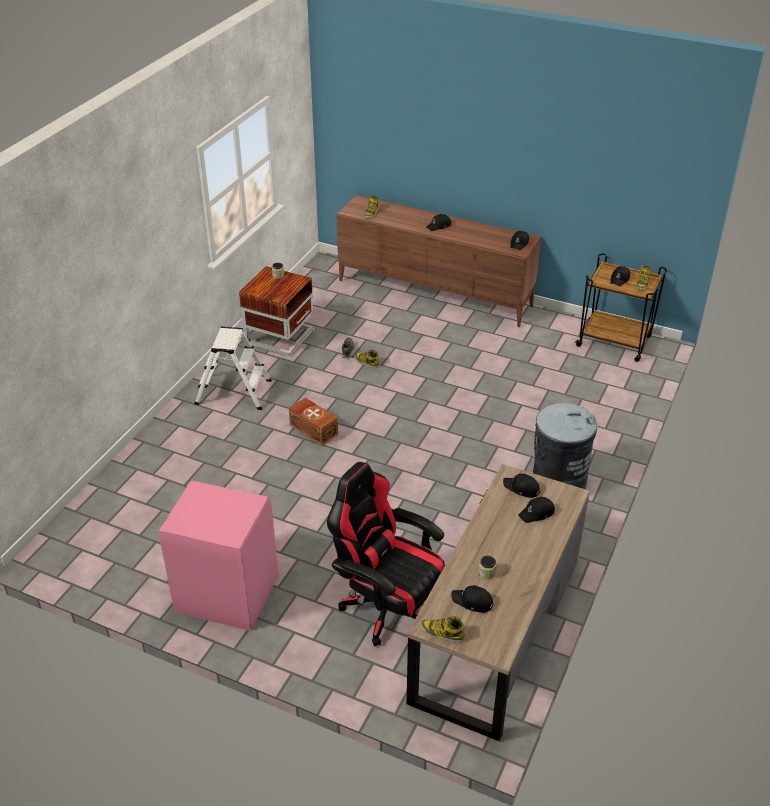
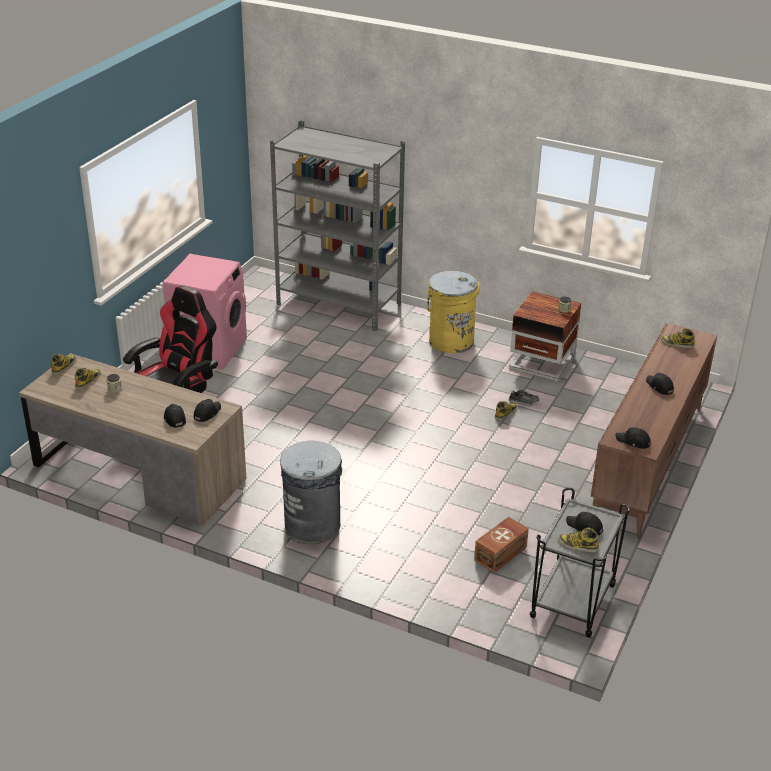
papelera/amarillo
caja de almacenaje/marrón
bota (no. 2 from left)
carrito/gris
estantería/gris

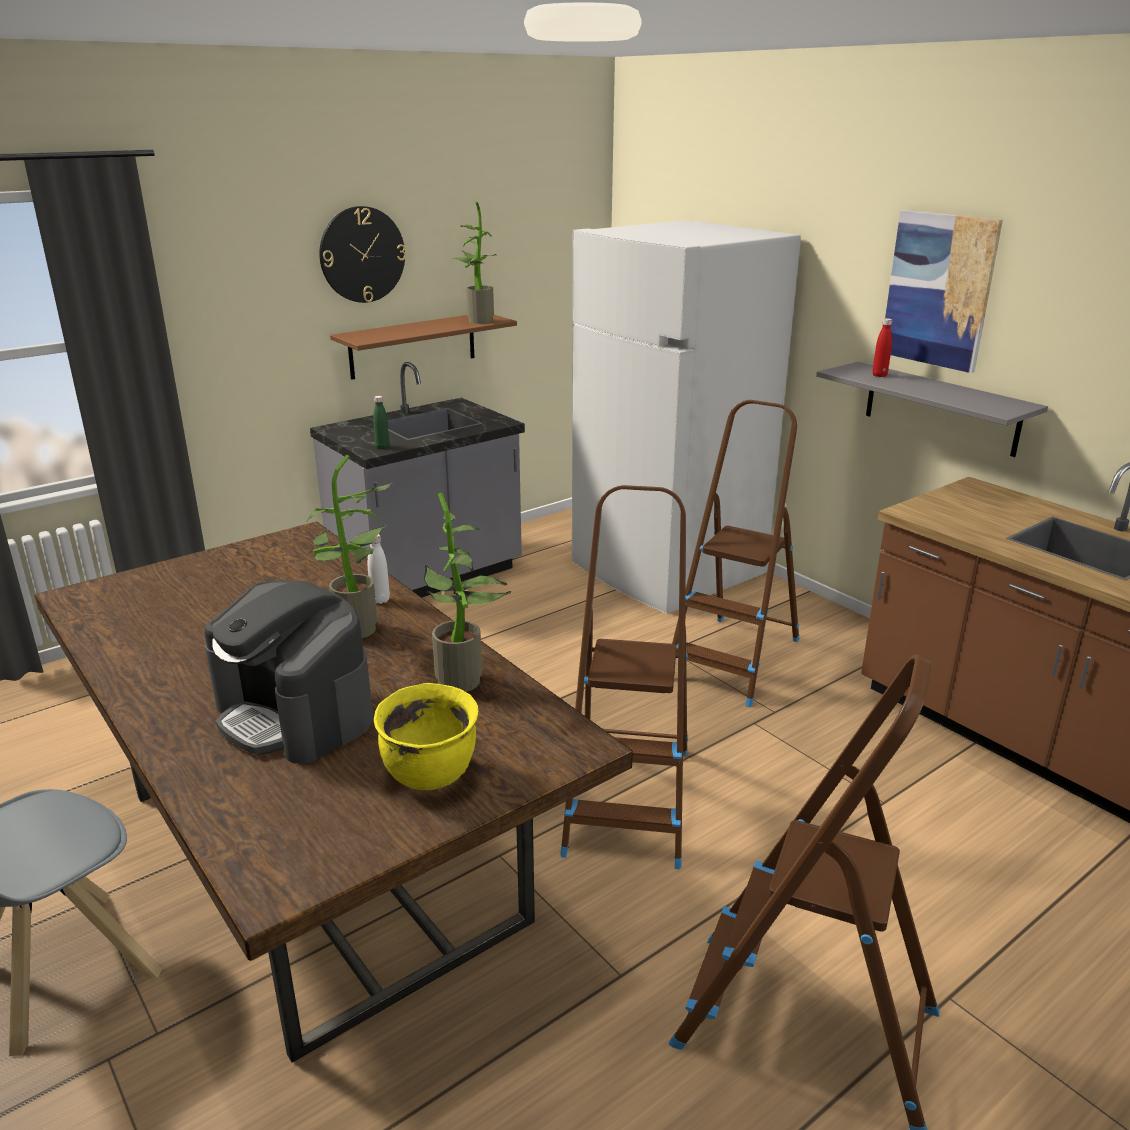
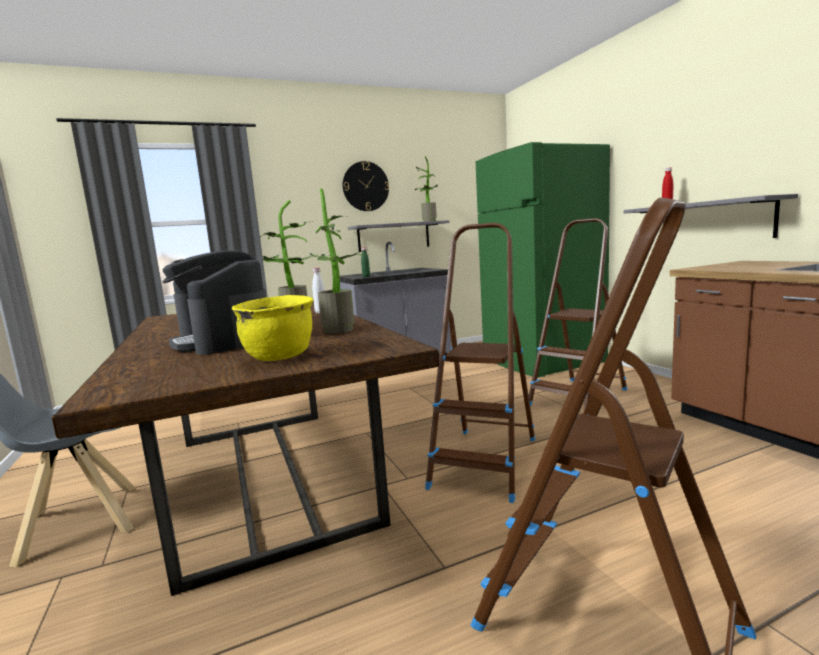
estante/gris (no. 1 from left)
nevera/verde
cuadro

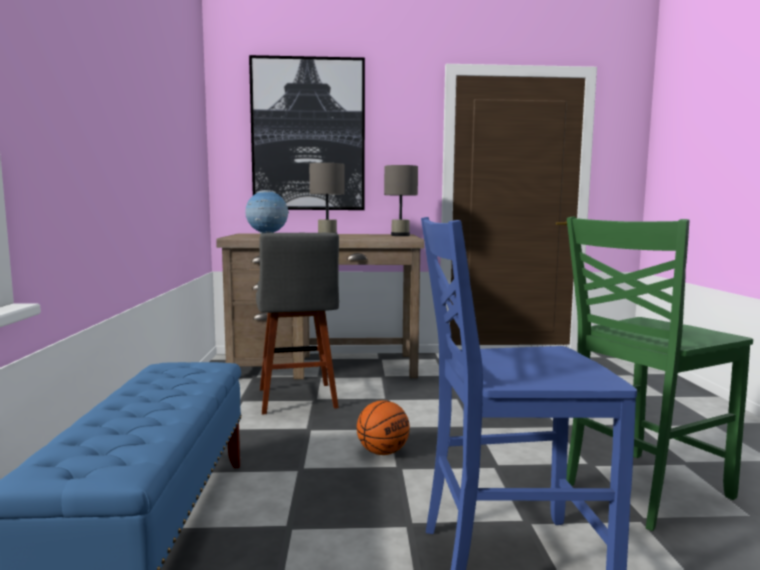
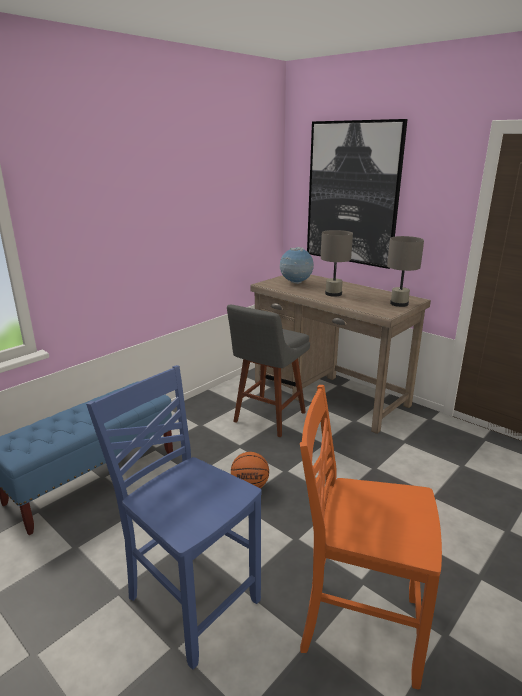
silla/naranja

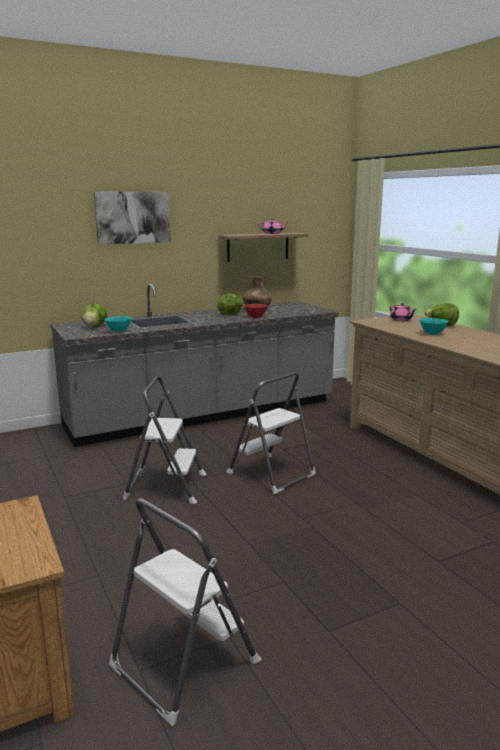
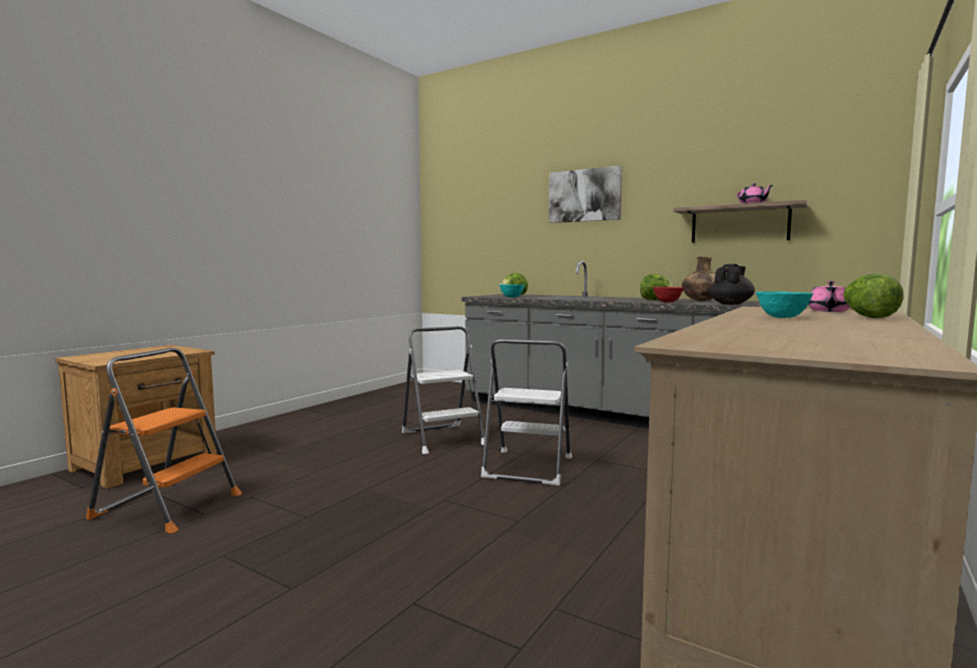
escalera de tijera/naranja
tetera/negro

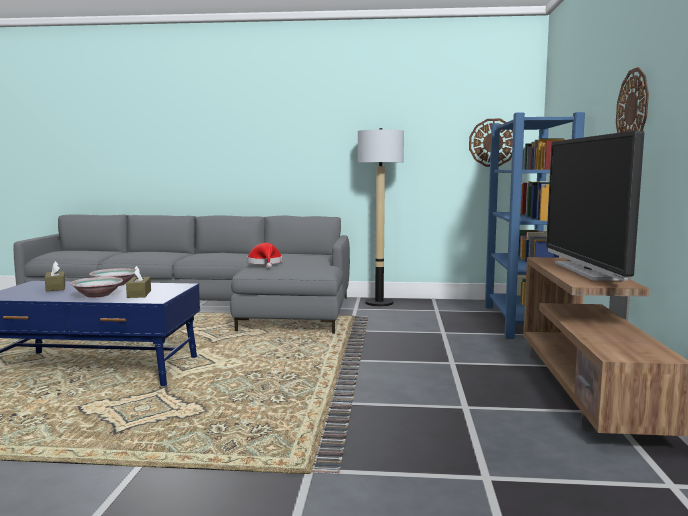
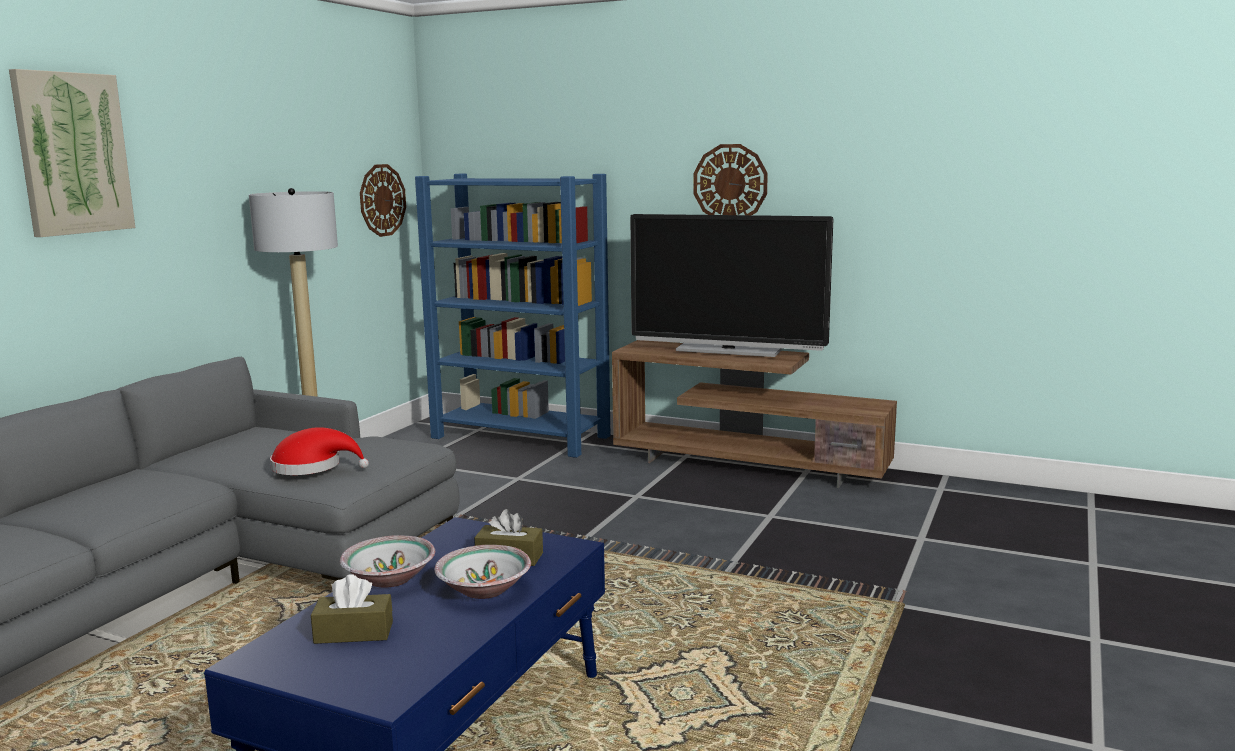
cuadro

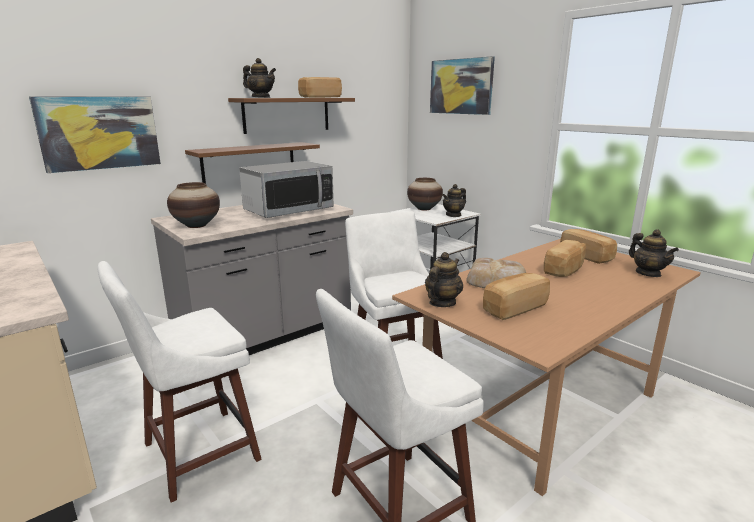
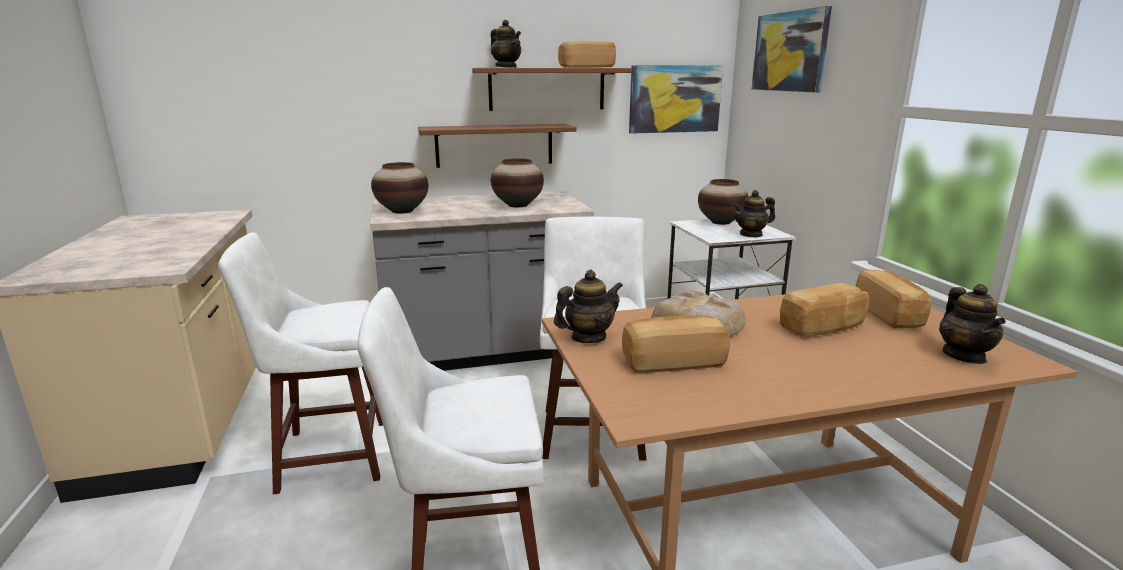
cuadro (no. 1 from left)
florero (no. 2 from left)

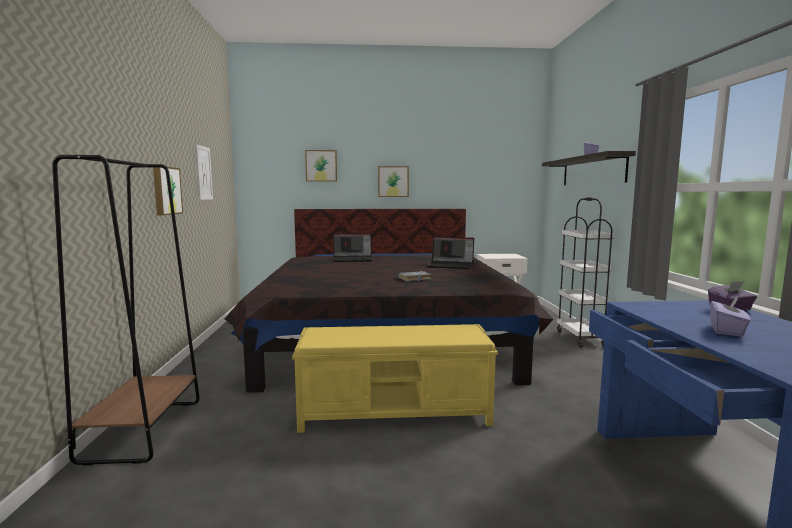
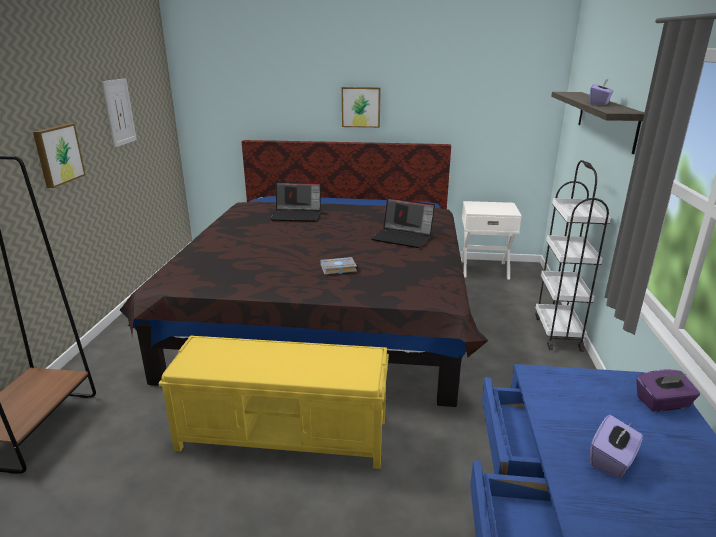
cuadro (no. 3 from left in the first image)

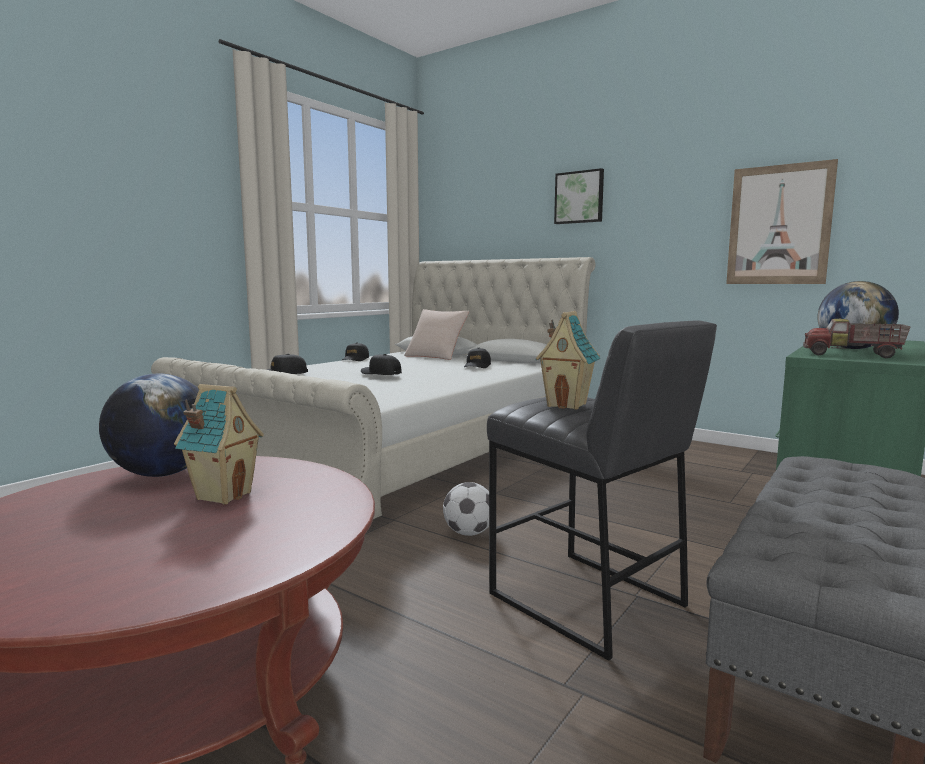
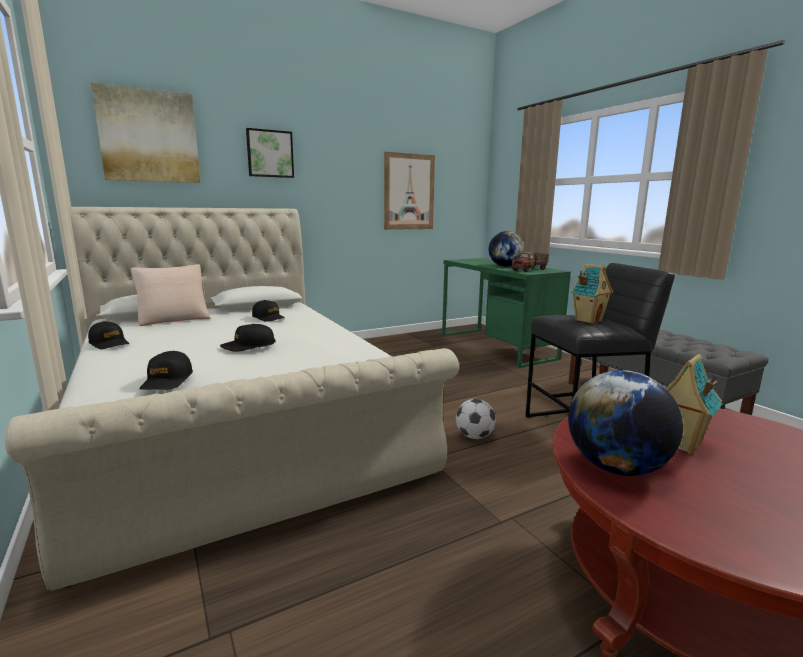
cuadro (no. 1 from left)

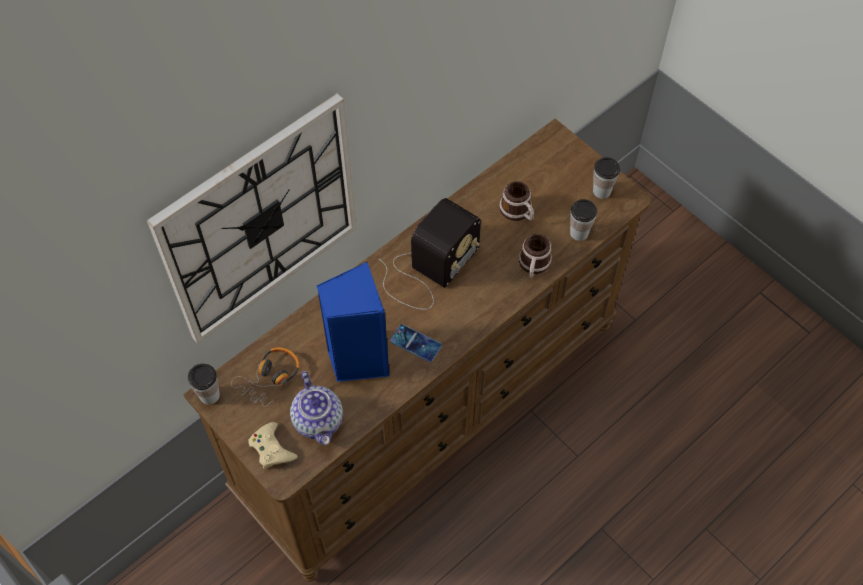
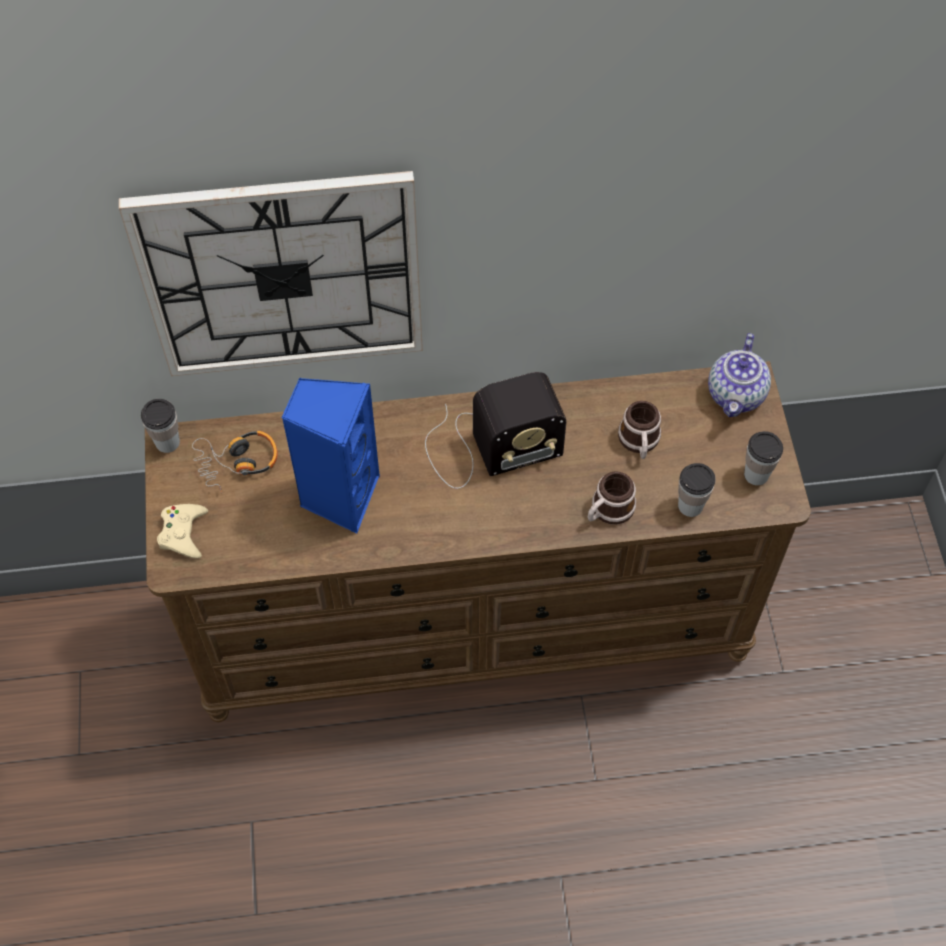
tetera
móvil

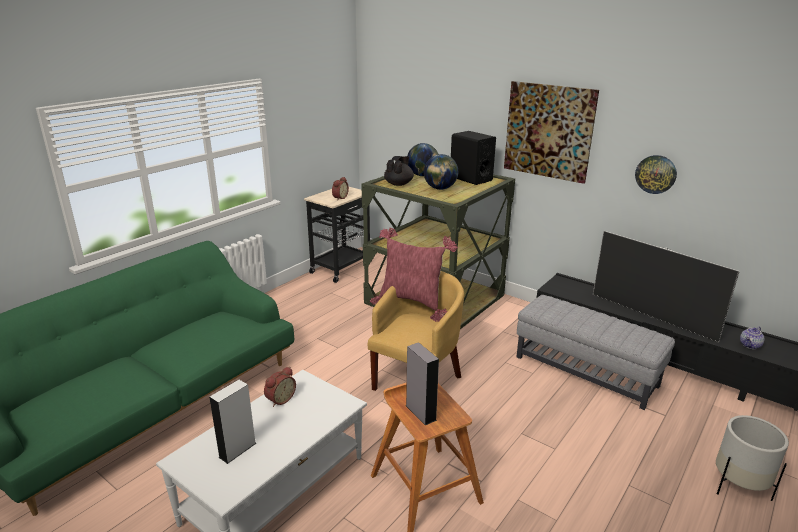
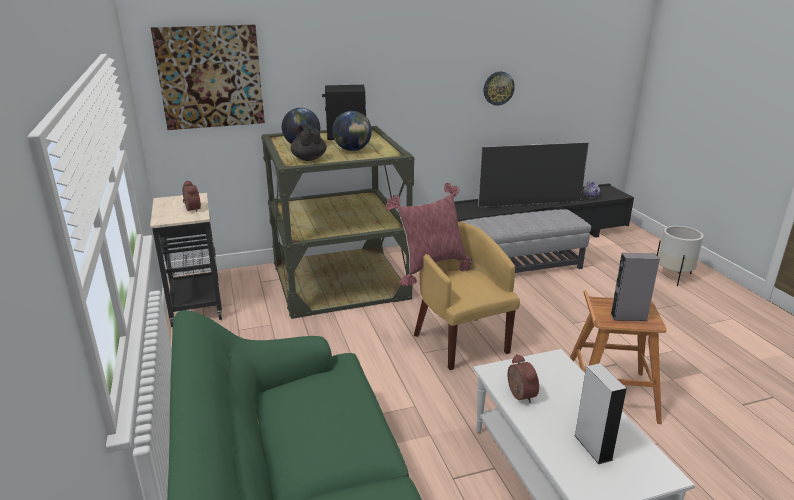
cuadro

